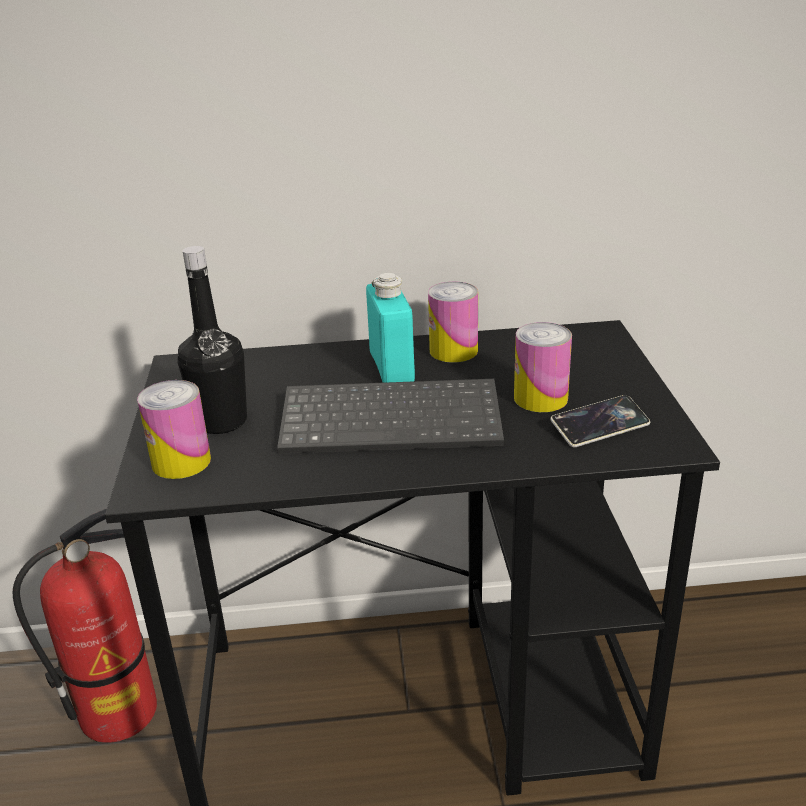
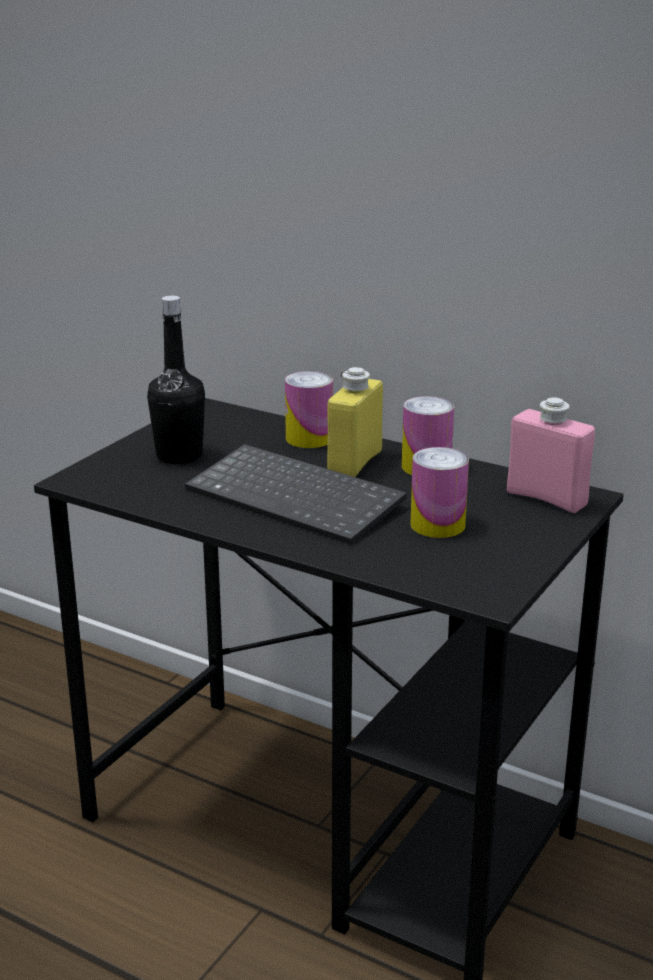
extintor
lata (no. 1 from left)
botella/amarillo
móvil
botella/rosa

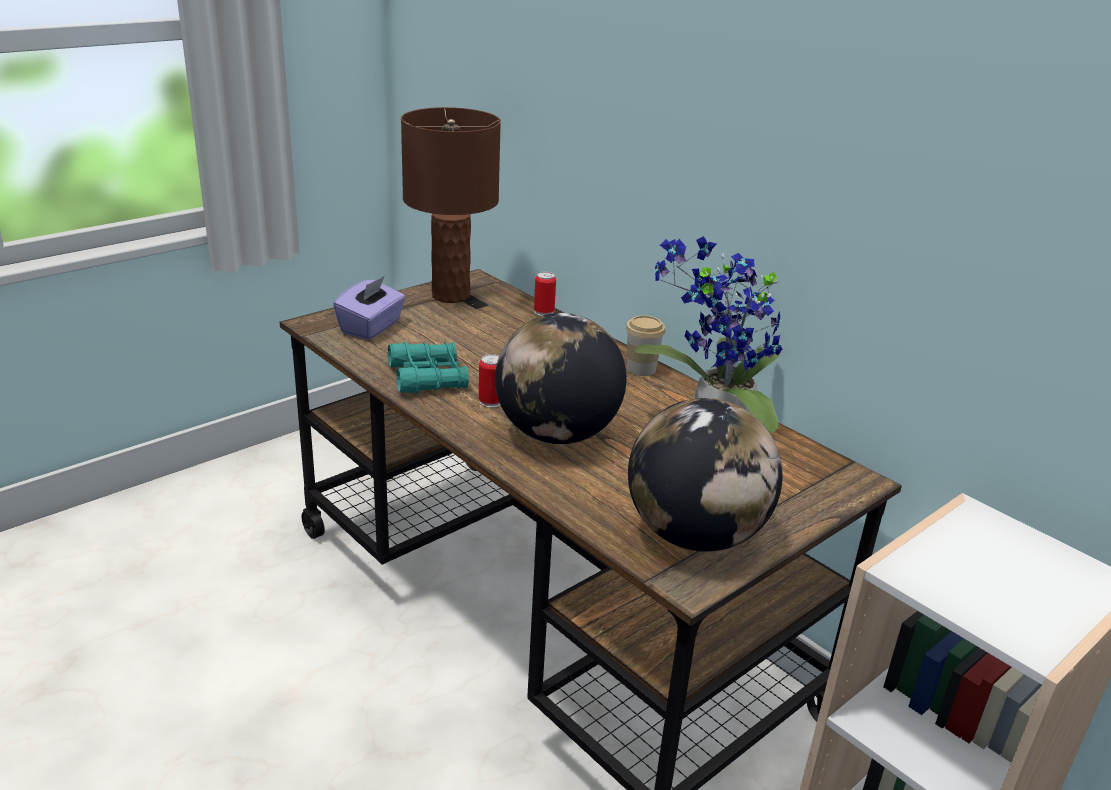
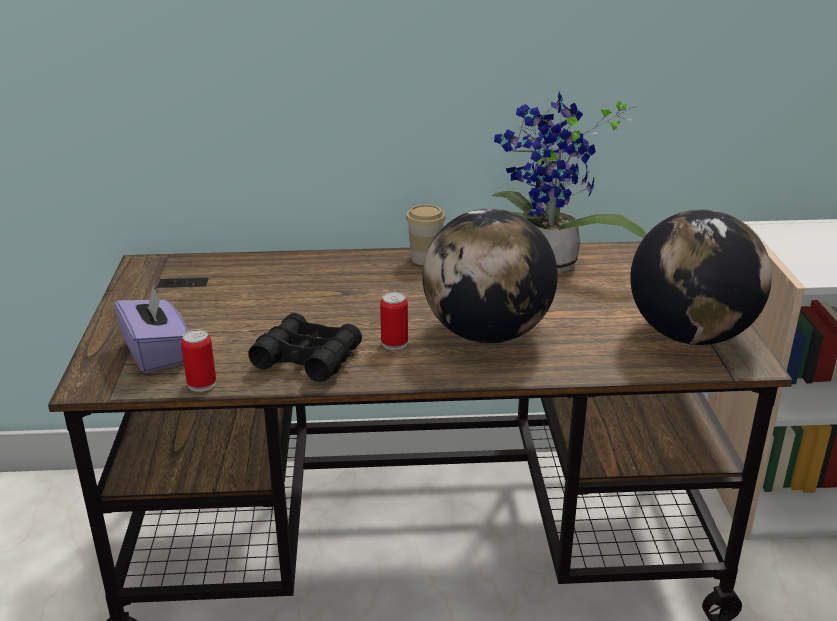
prismáticos/negro
lámpara de mesa/marrón
lata (no. 1 from left)

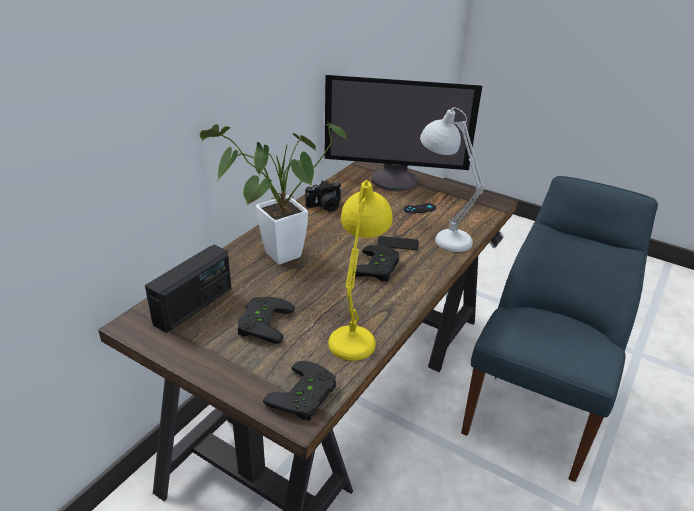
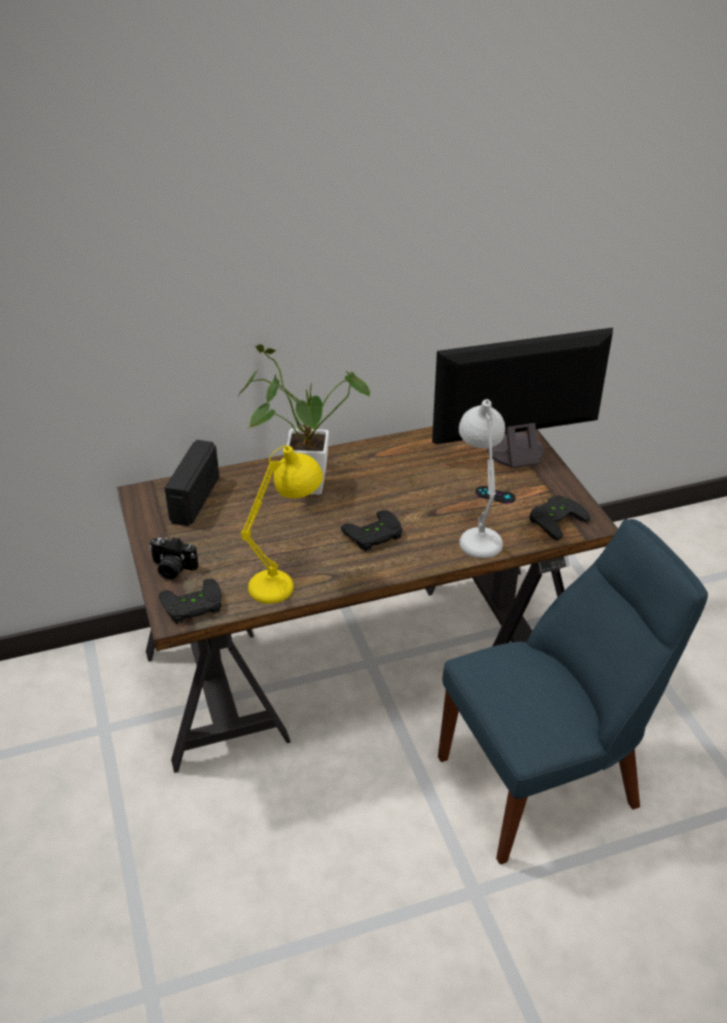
radio
mando de consola/negro (no. 4 from left)
cámara
monitor
móvil

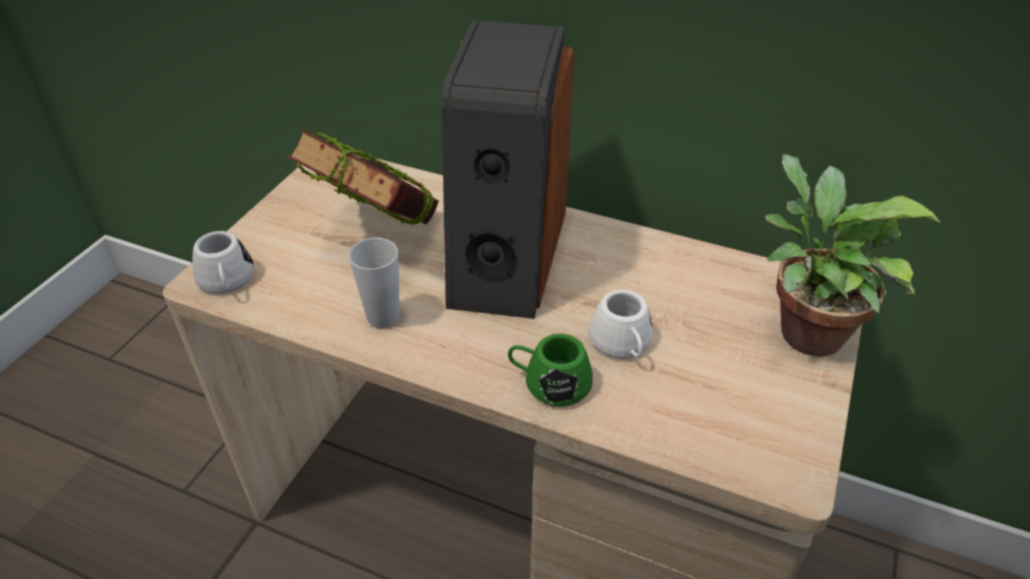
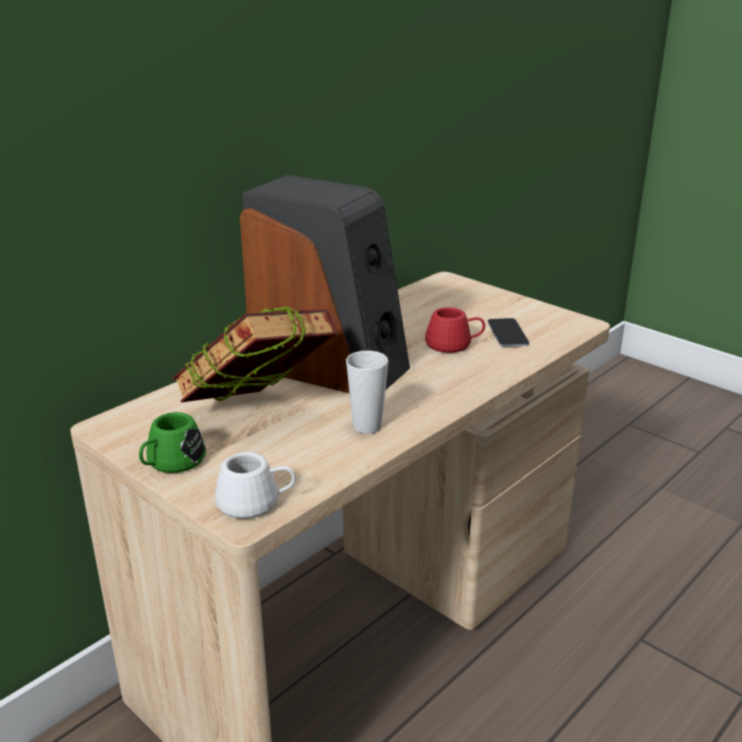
taza grande/verde
taza grande/rojo
planta en maceta
móvil

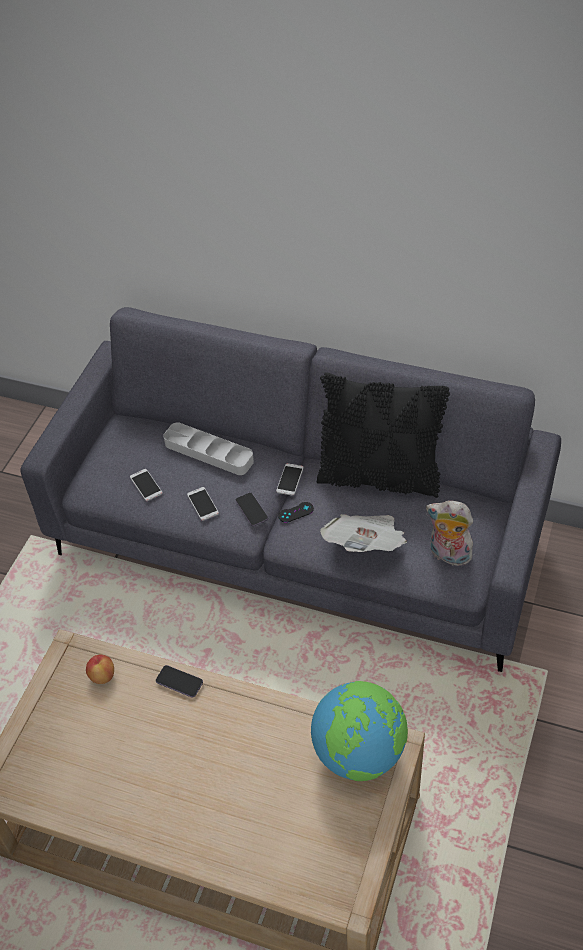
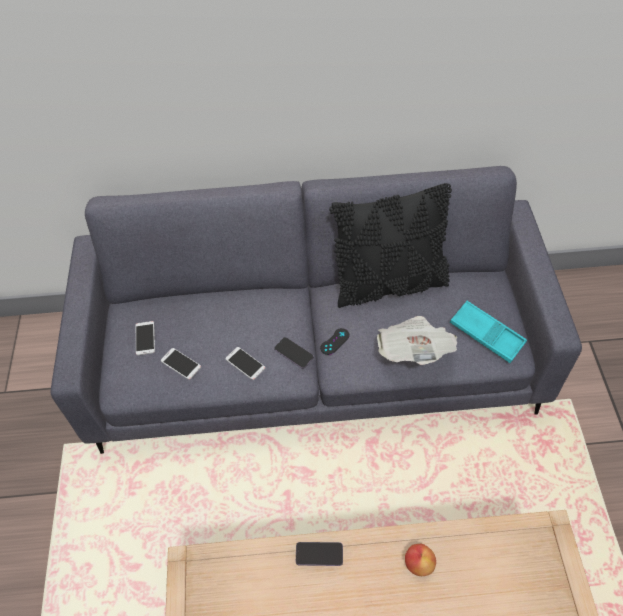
manzana
bandeja/gris
móvil (no. 1 from left)
globo terráqueo
bandeja/turquesa

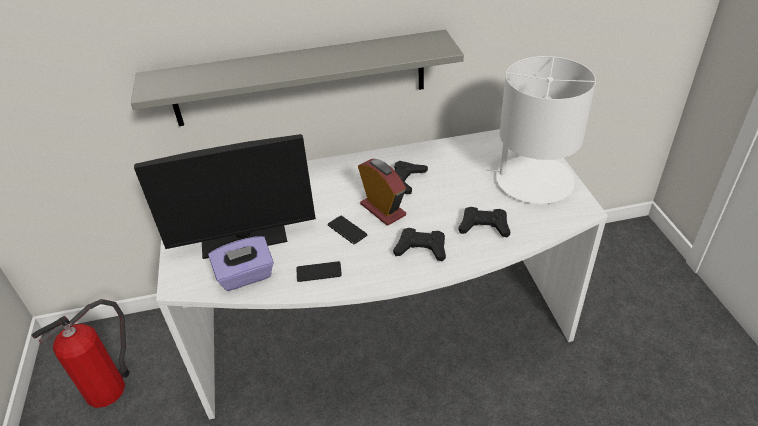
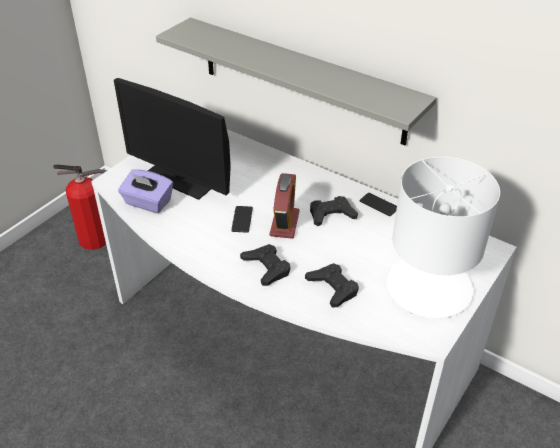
móvil (no. 2 from left)

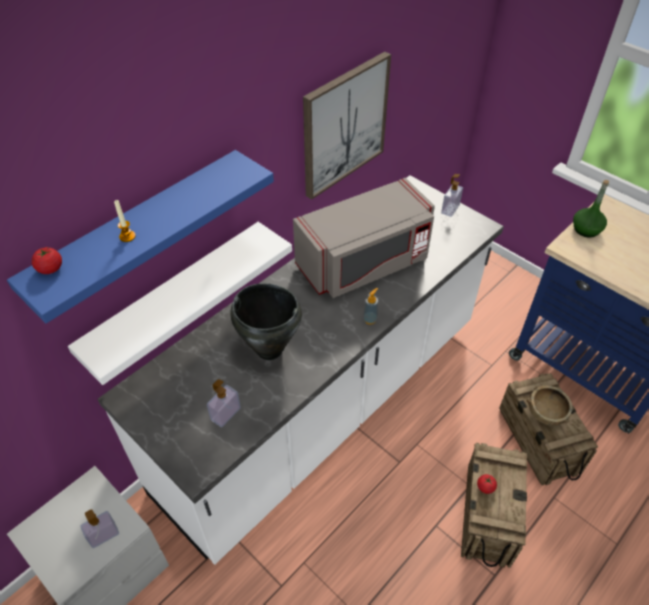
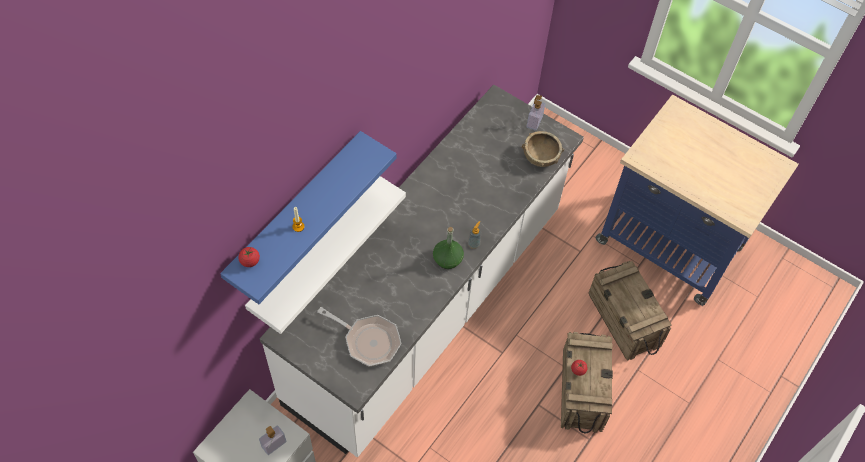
sartén
olla/negro
microondas/gris
cuadro
cuenco/marrón
botella/verde

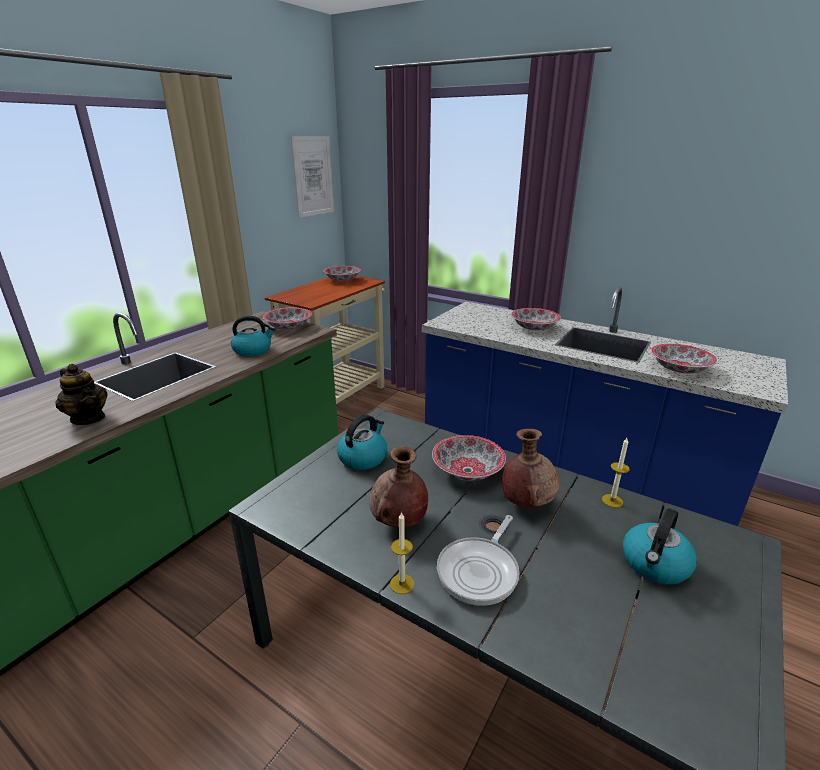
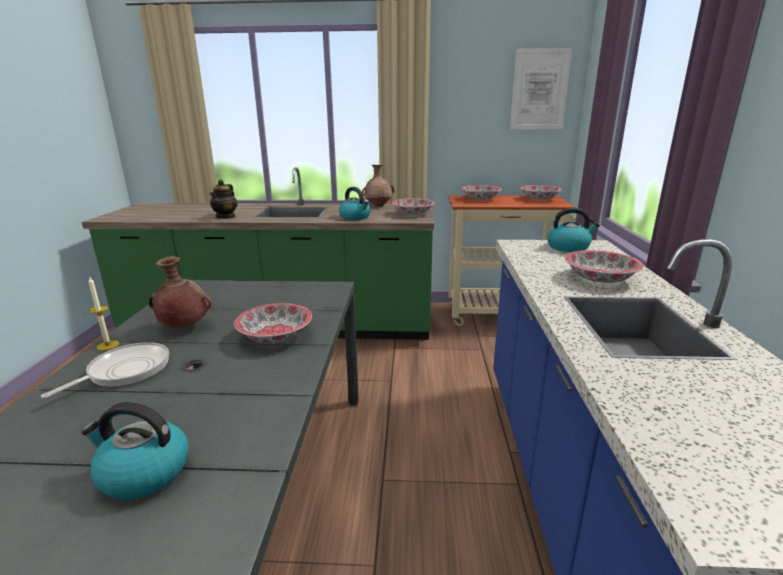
hervidor (no. 3 from left)
sartén
florero/marrón (no. 2 from left)
vela (no. 2 from left in the first image)
cuenco (no. 3 from left)

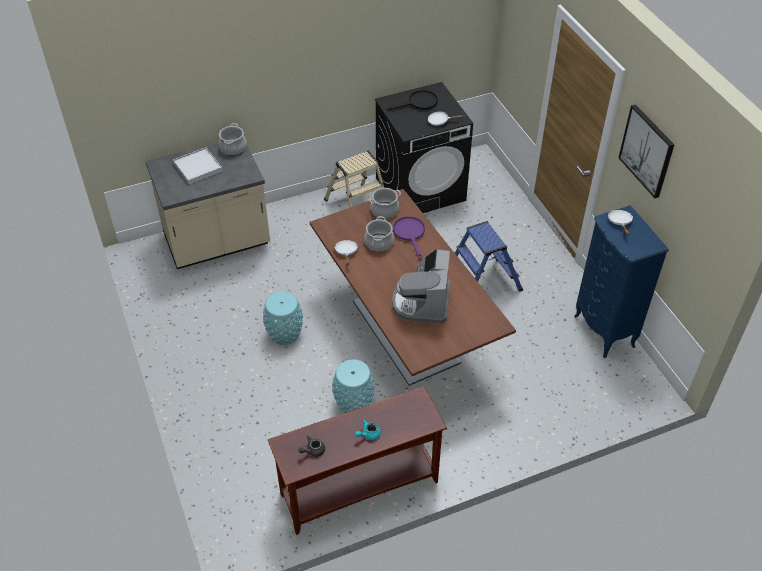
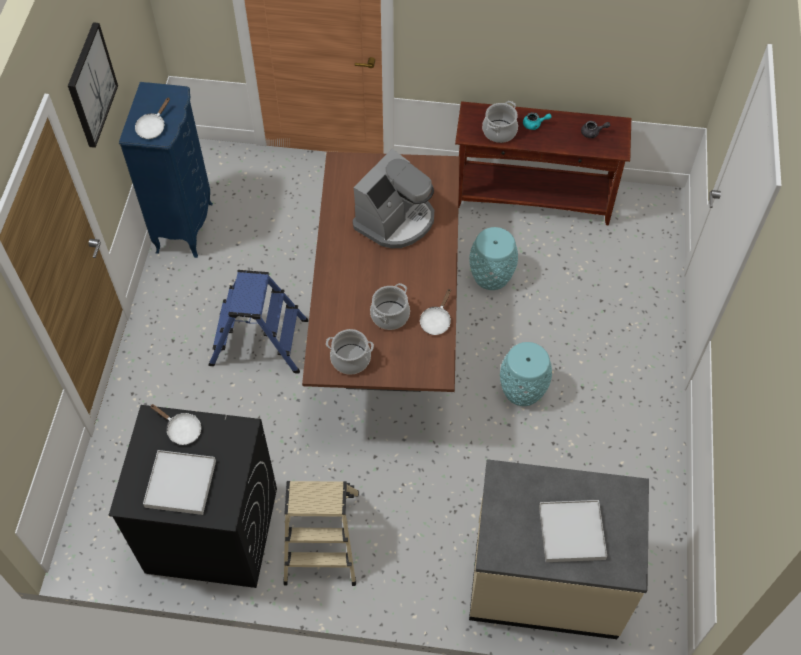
olla (no. 3 from left)
bandeja/blanco (no. 1 from left)
sartén/morado

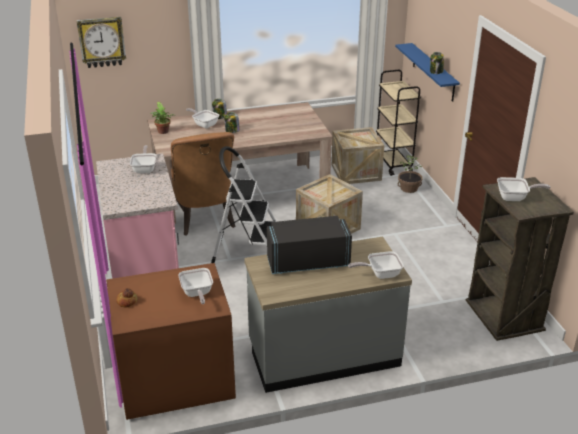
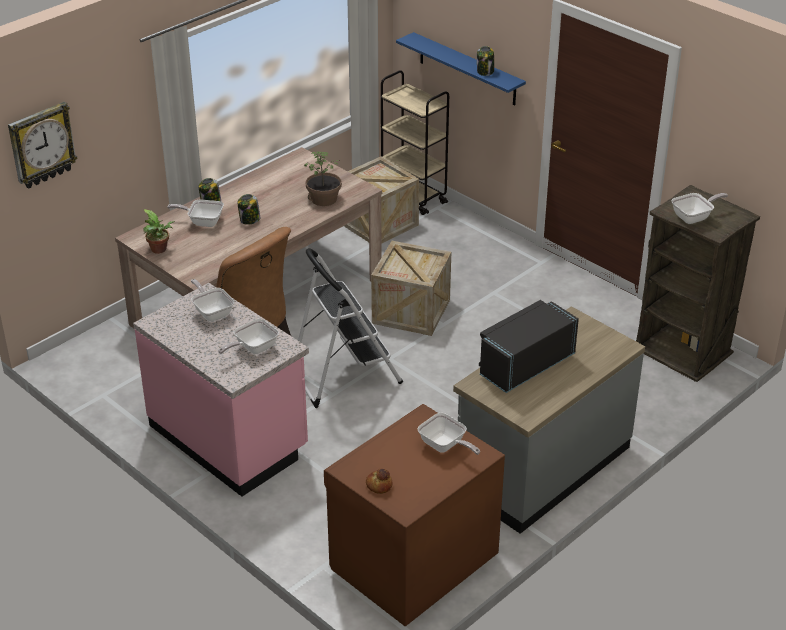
sartén (no. 3 from left)
planta en maceta (no. 2 from left)

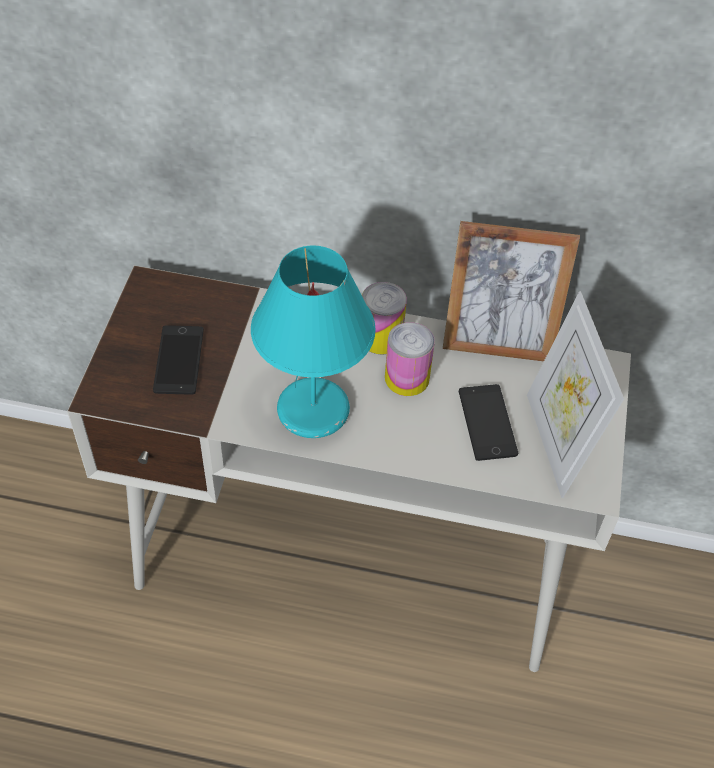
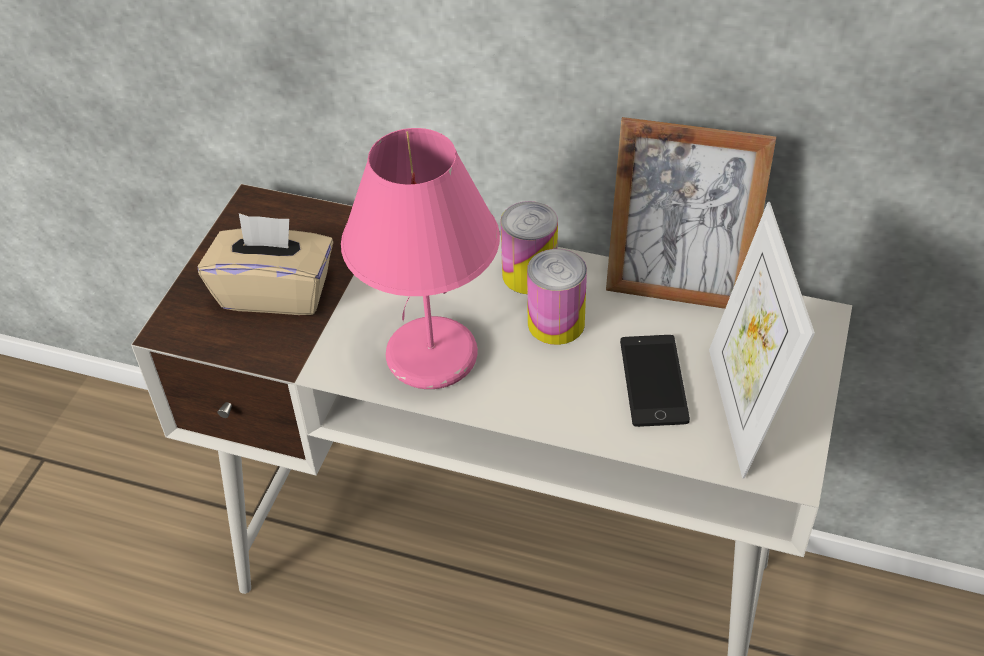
caja de pañuelos/beis
lámpara de mesa/rosa

